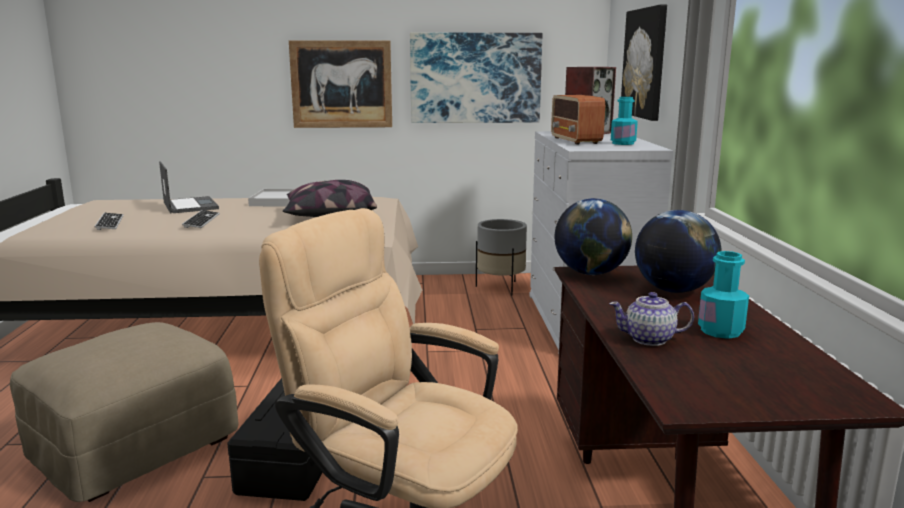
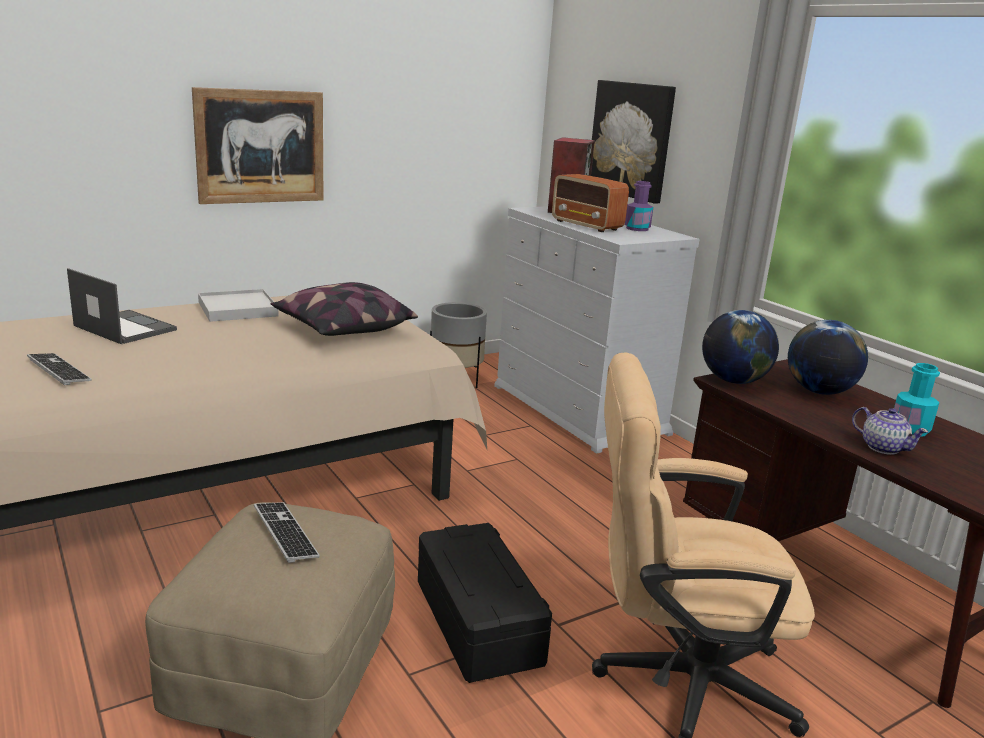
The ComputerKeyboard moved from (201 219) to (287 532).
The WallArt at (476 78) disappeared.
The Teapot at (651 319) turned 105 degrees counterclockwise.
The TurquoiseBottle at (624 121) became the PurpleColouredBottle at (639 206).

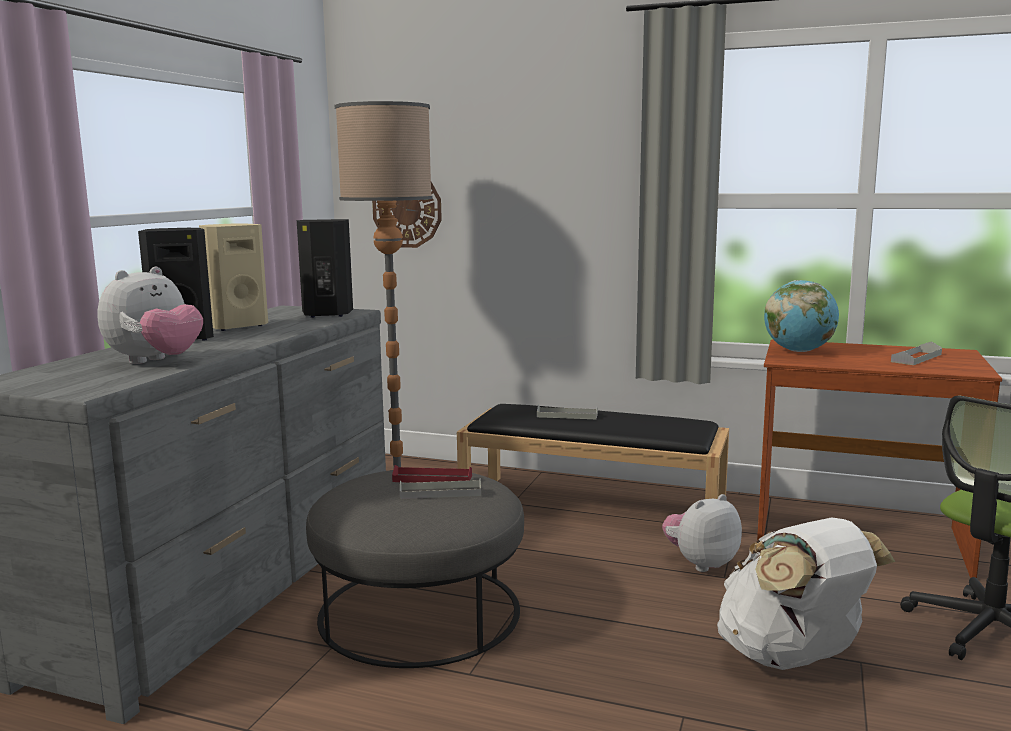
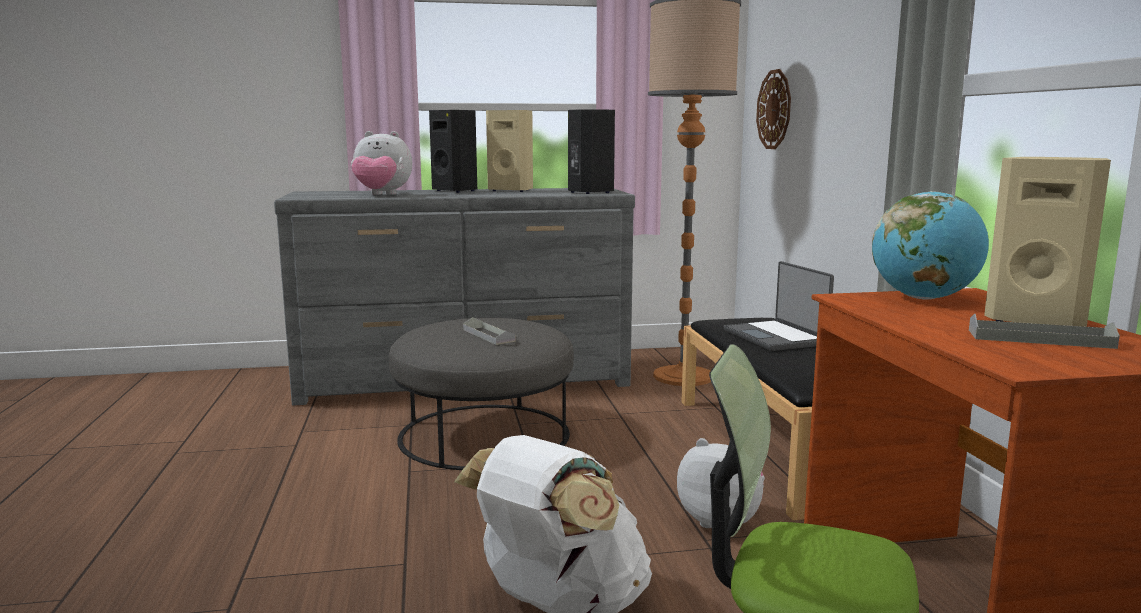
The ReddishCarryingTray at (432 474) disappeared.
The GreyCarryingTray at (567 412) was replaced by the NotebookComputer at (779 306).
The SandColouredSpeaker at (1047 242) appeared.

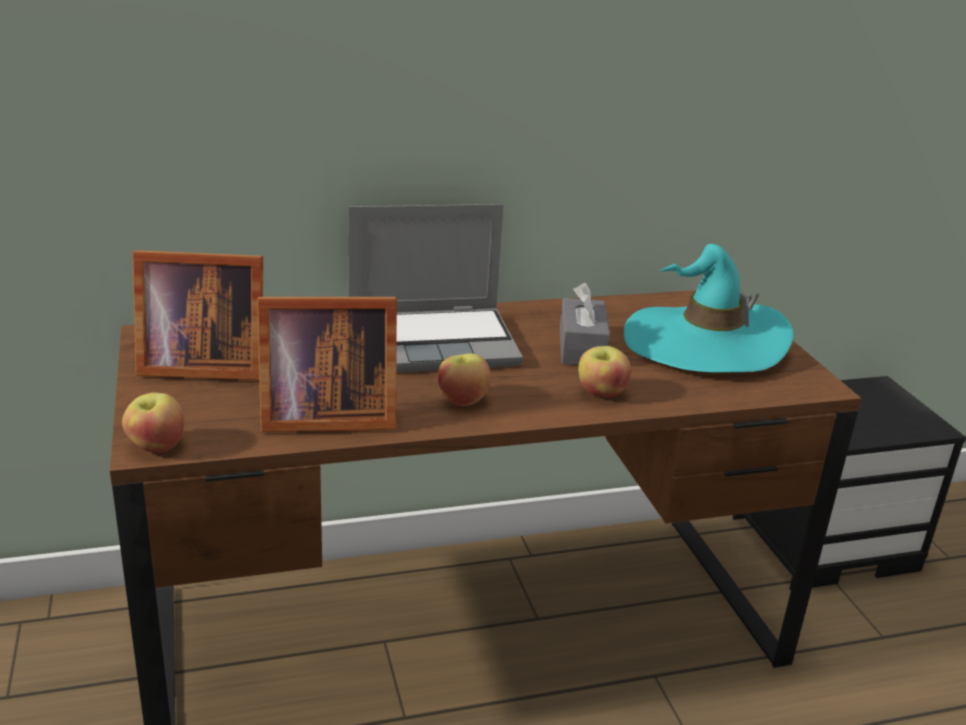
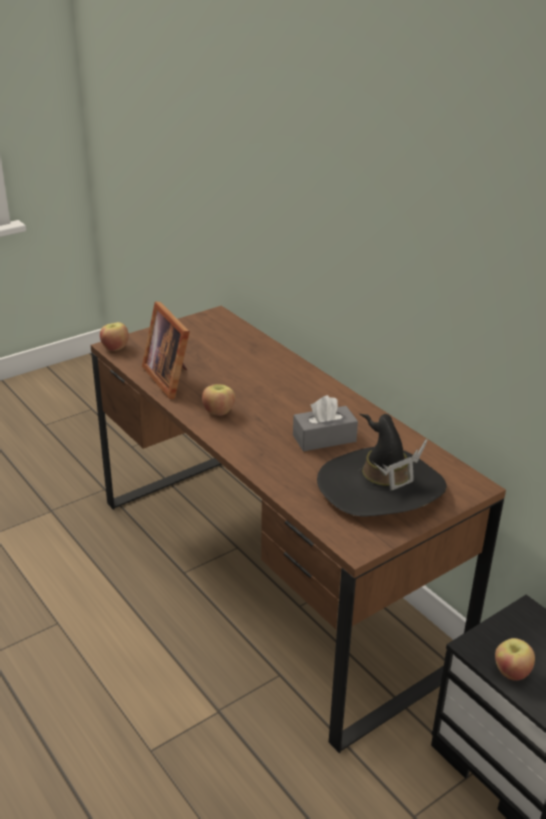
The PhotoFrame at (198 315) disappeared.
The NotebookComputer at (435 288) disappeared.
The WholeApple moved from (604 371) to (515 659).
The TurquoiseHat at (709 308) became the BlackColouredHat at (382 465).

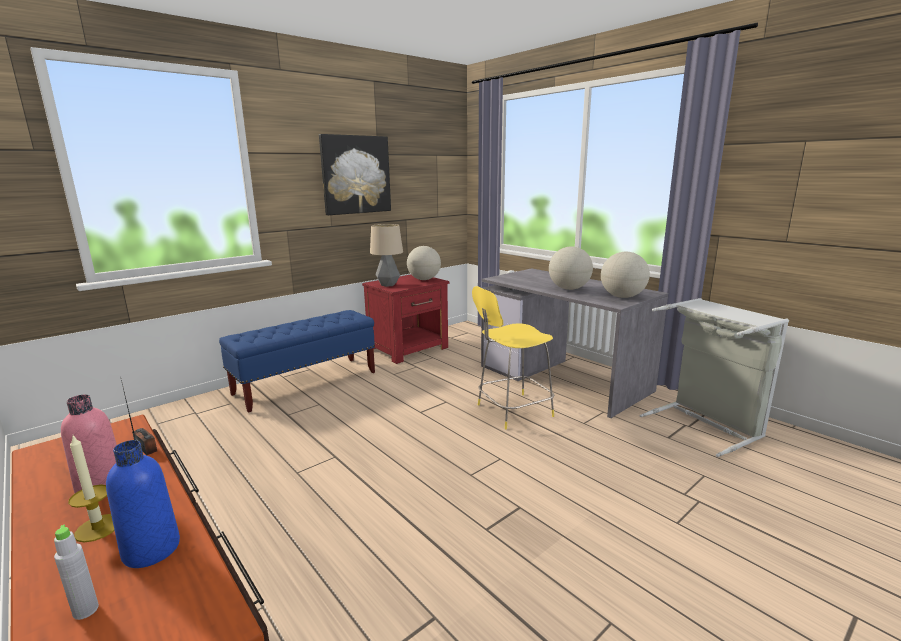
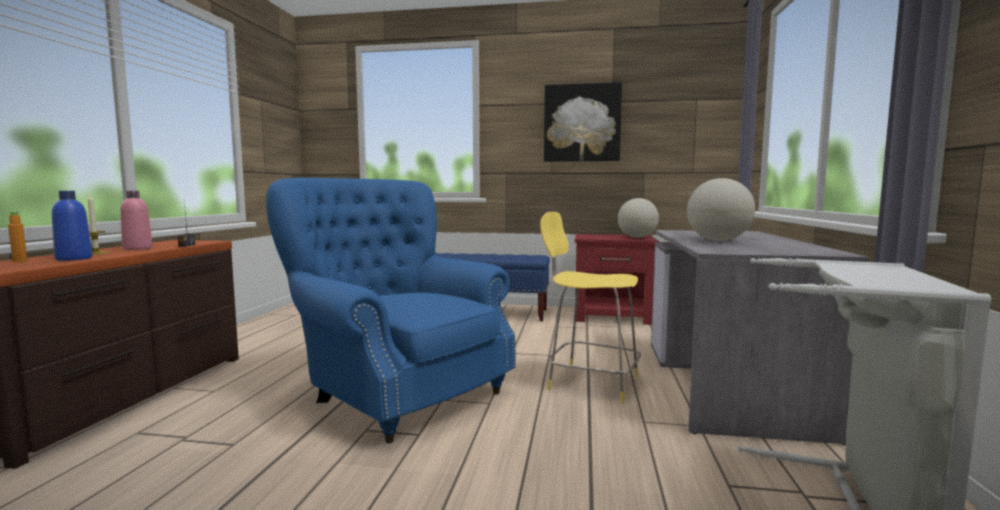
The GreyBottle at (76 572) became the OrangeyBottle at (17 237).
The TableLamp at (386 255) disappeared.
The Globe at (625 275) disappeared.
The BlueEasyChair at (391 310) appeared.

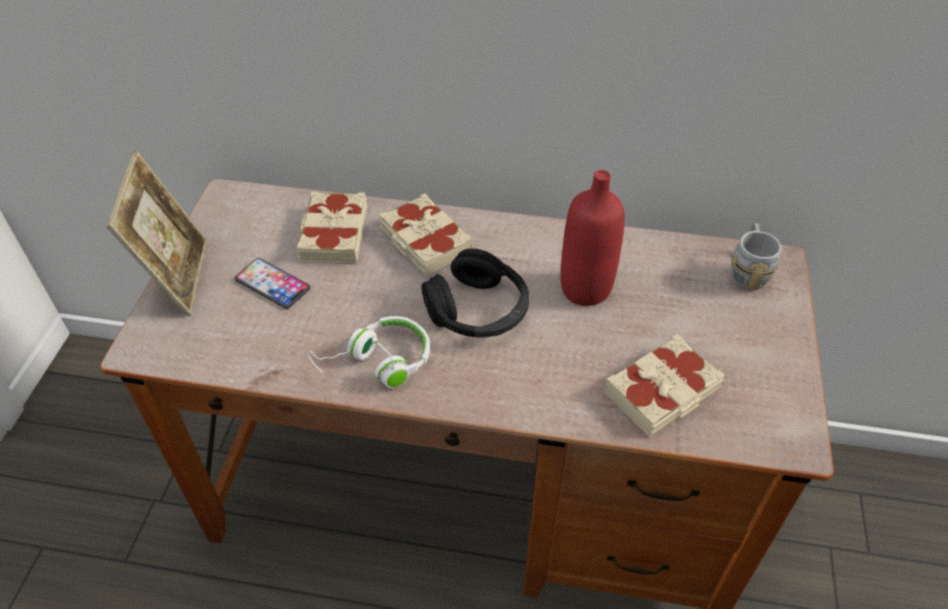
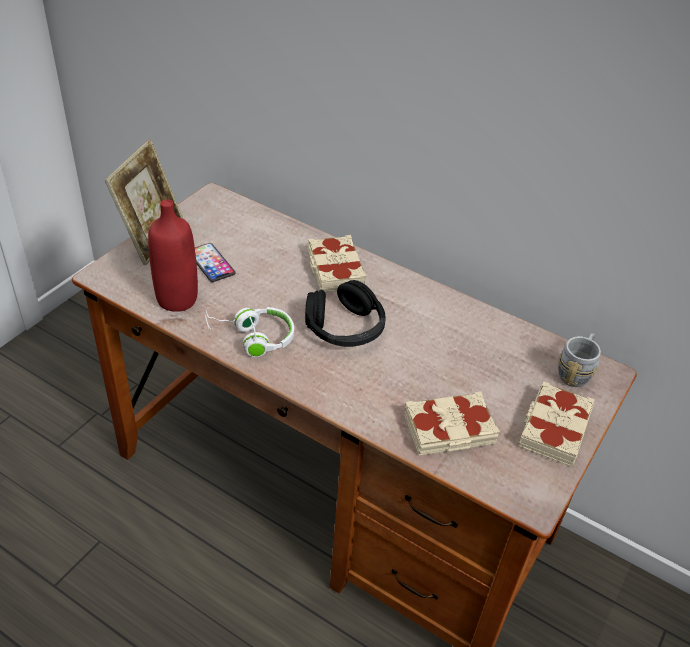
The SandColouredBook moved from (332 227) to (557 424).
The ReddishBottle moved from (592 238) to (173 255).

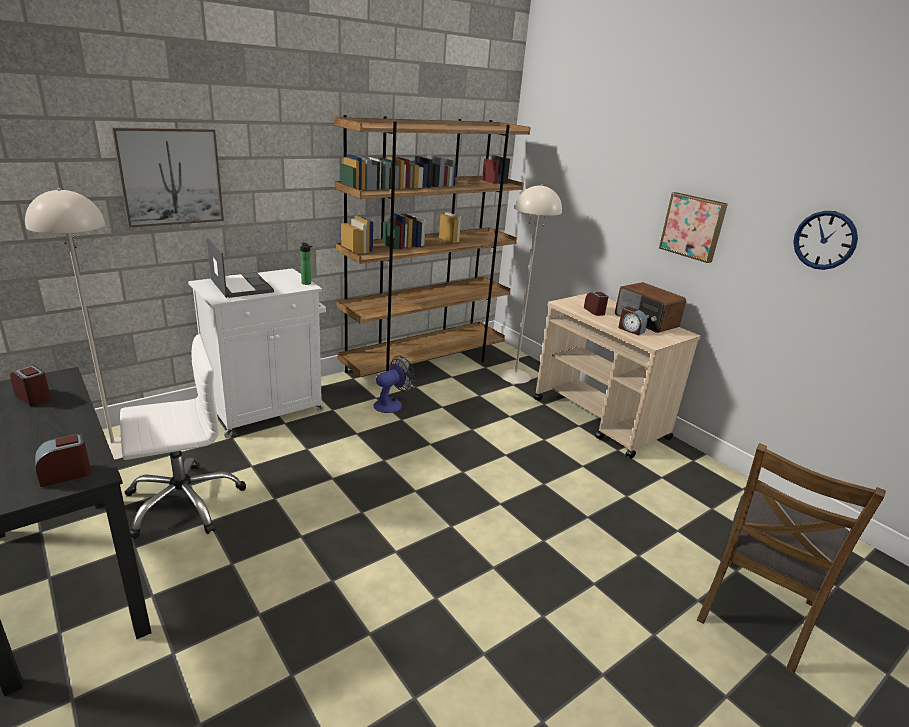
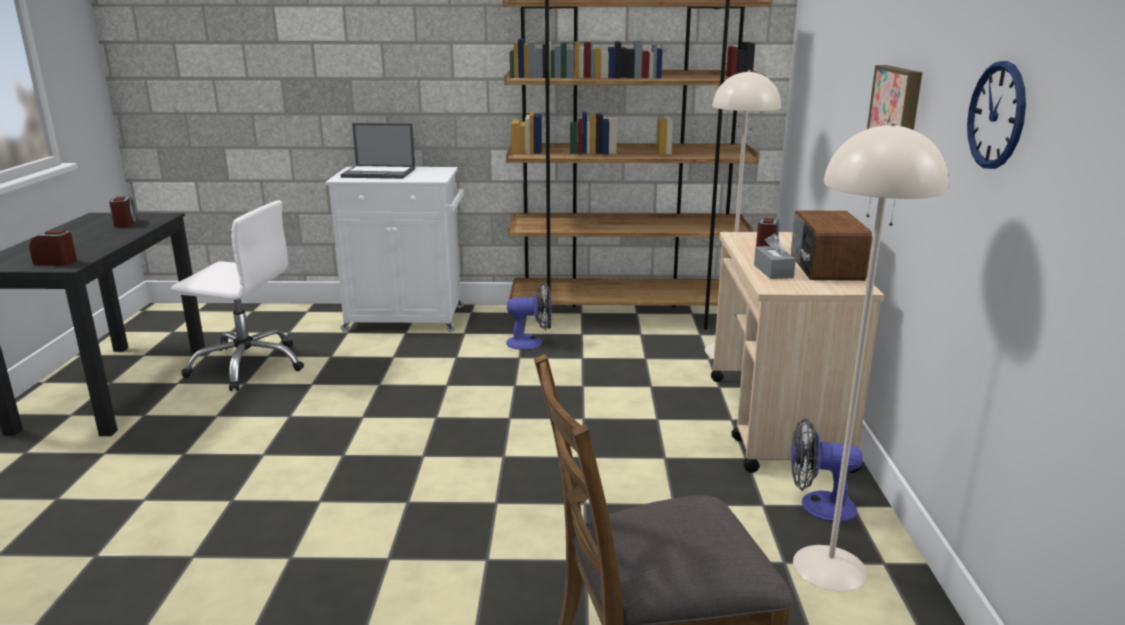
The SandColouredStandardLamp moved from (74 324) to (871 356).
The WallArt at (167 177) disappeared.
The NotebookComputer at (240 267) turned 90 degrees clockwise.
The Bottle at (306 263) disappeared.
The BedsideClock at (632 320) was replaced by the GreyTissueBox at (775 256).
The Fan at (826 470) appeared.

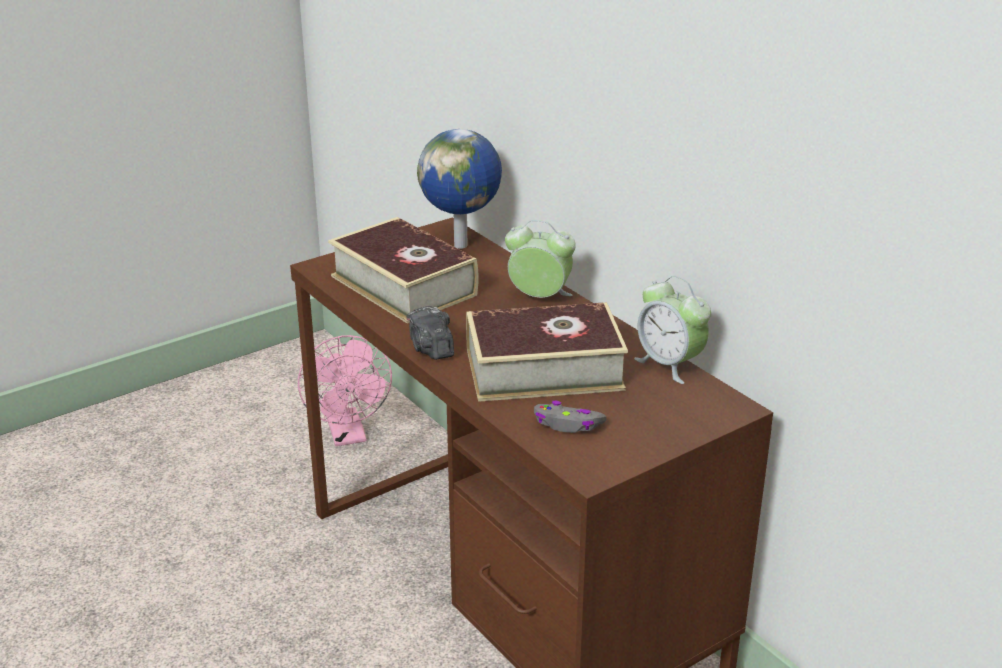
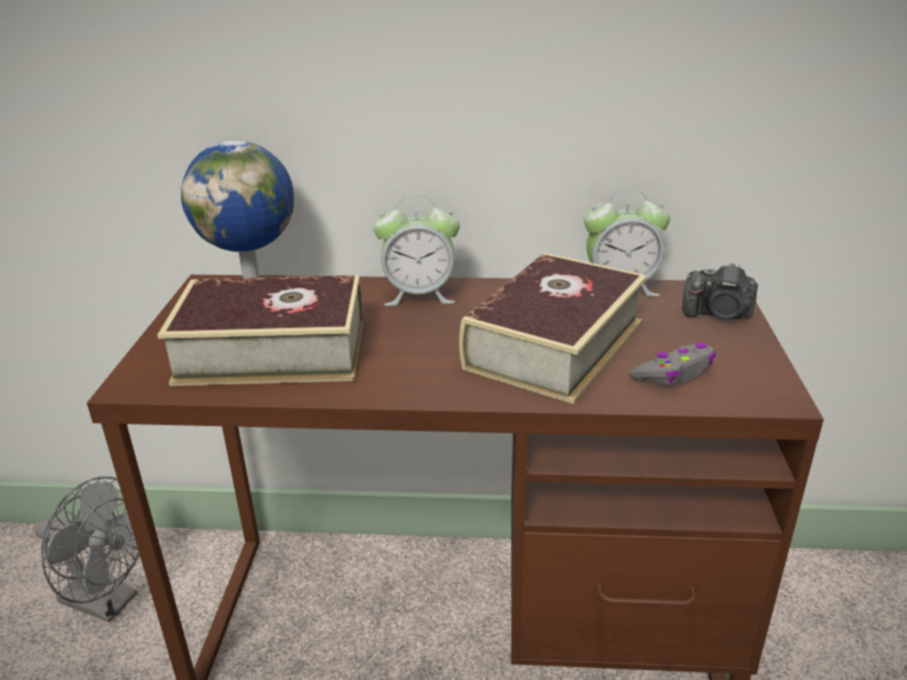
The PinkFan at (345 390) became the GreyFan at (87 549).
The StillCamera moved from (430 333) to (720 291).
The BedsideClock at (540 259) turned 150 degrees counterclockwise.

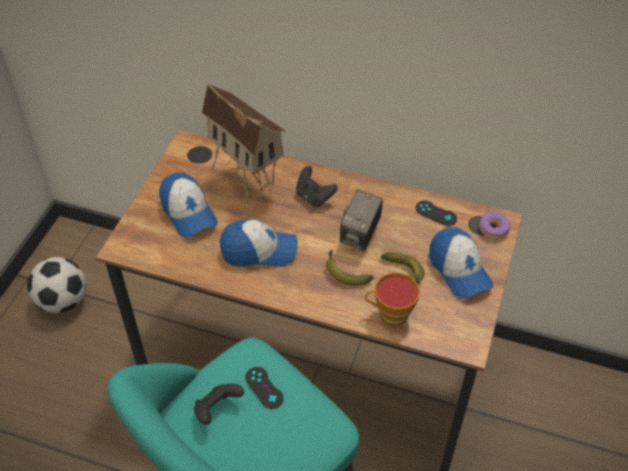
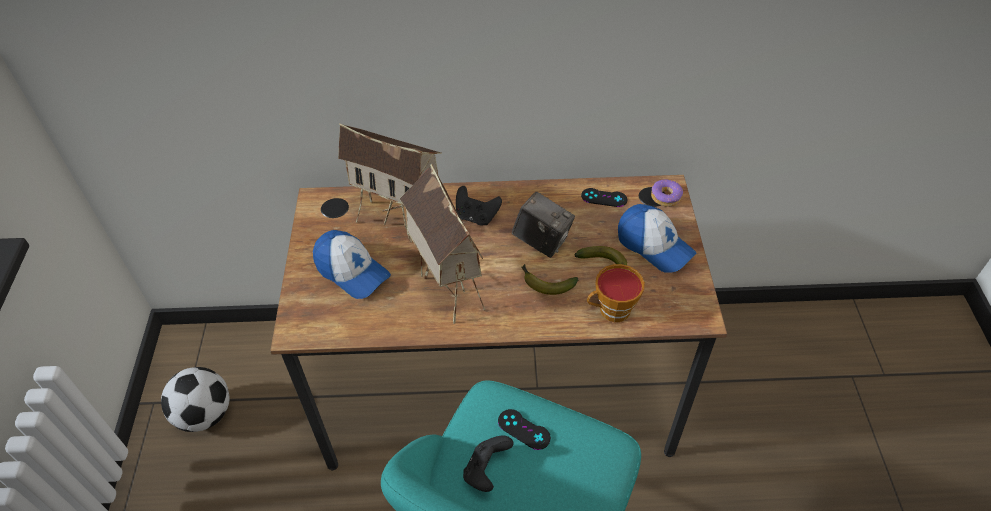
The Cap at (259 243) was replaced by the ModelHouse at (443 244).
The StillCamera at (361 220) turned 60 degrees counterclockwise.

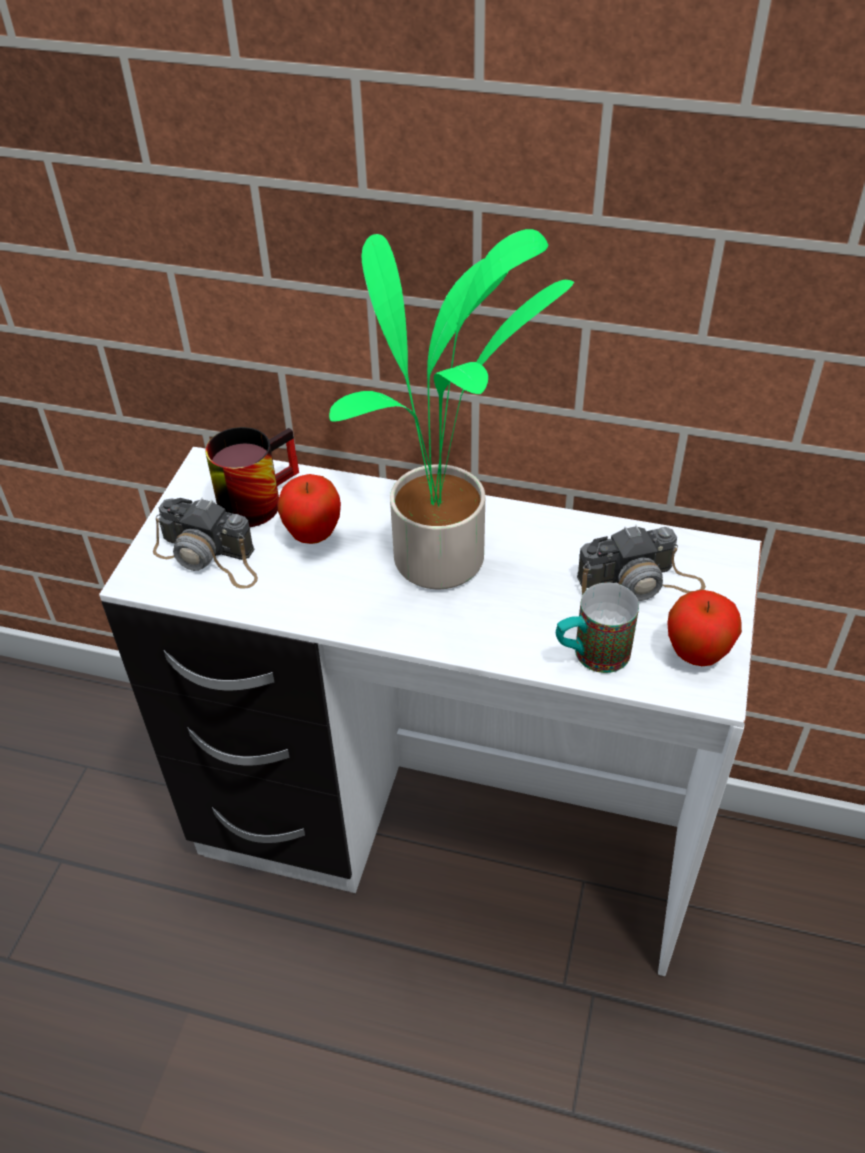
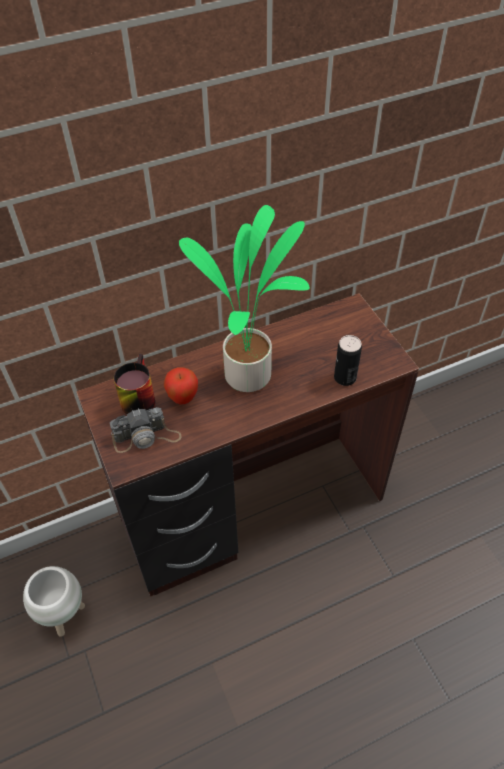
The WhiteDeskUnit at (430 711) became the BrownishDeskUnit at (248 444).
The CoffeeMug at (597 627) was replaced by the MetalCan at (348 360).
The StillCamera at (641 563) disappeared.
The WholeApple at (704 628) disappeared.
The WhitePlantPot at (54 601) appeared.

